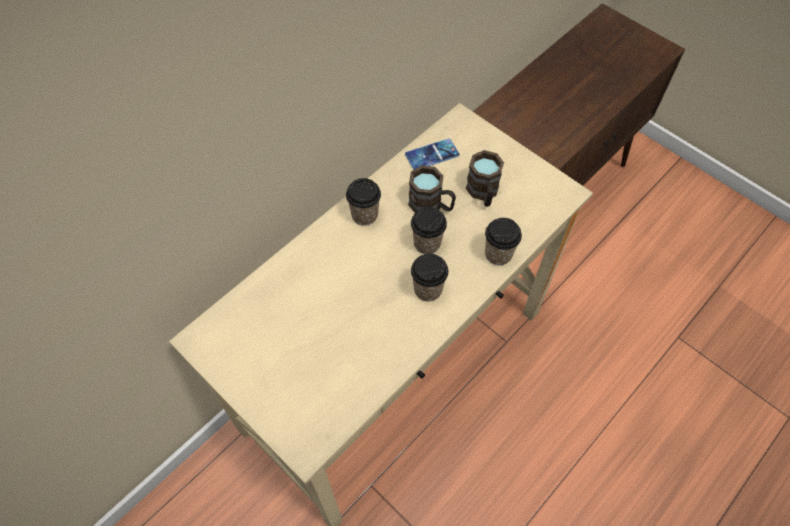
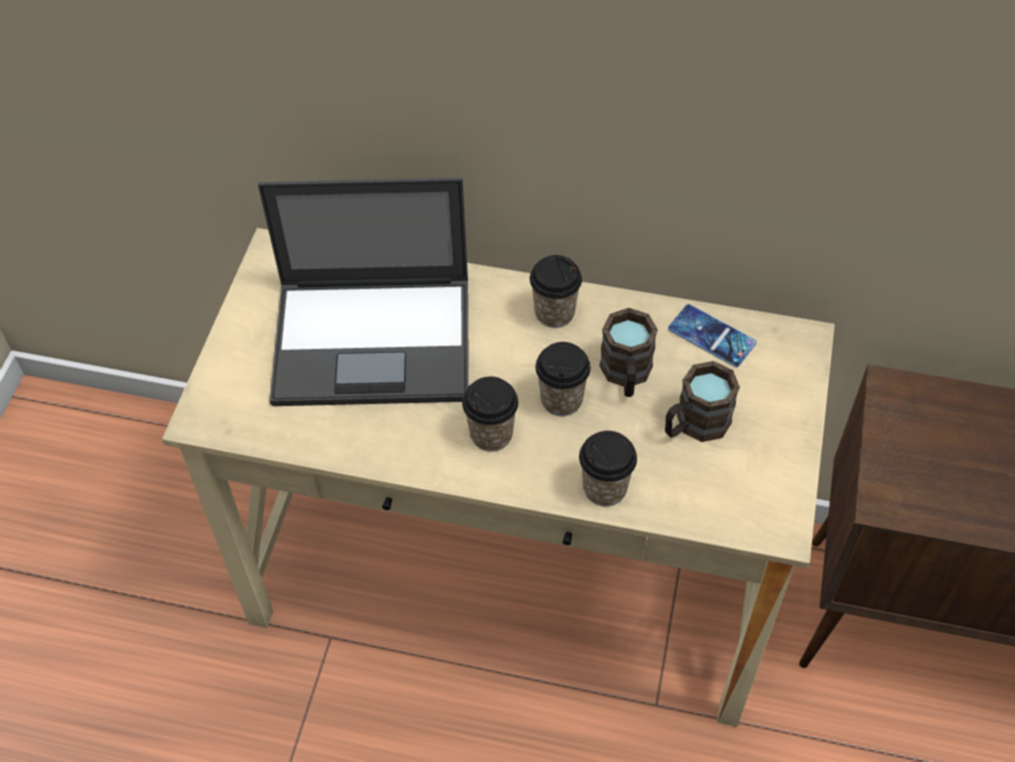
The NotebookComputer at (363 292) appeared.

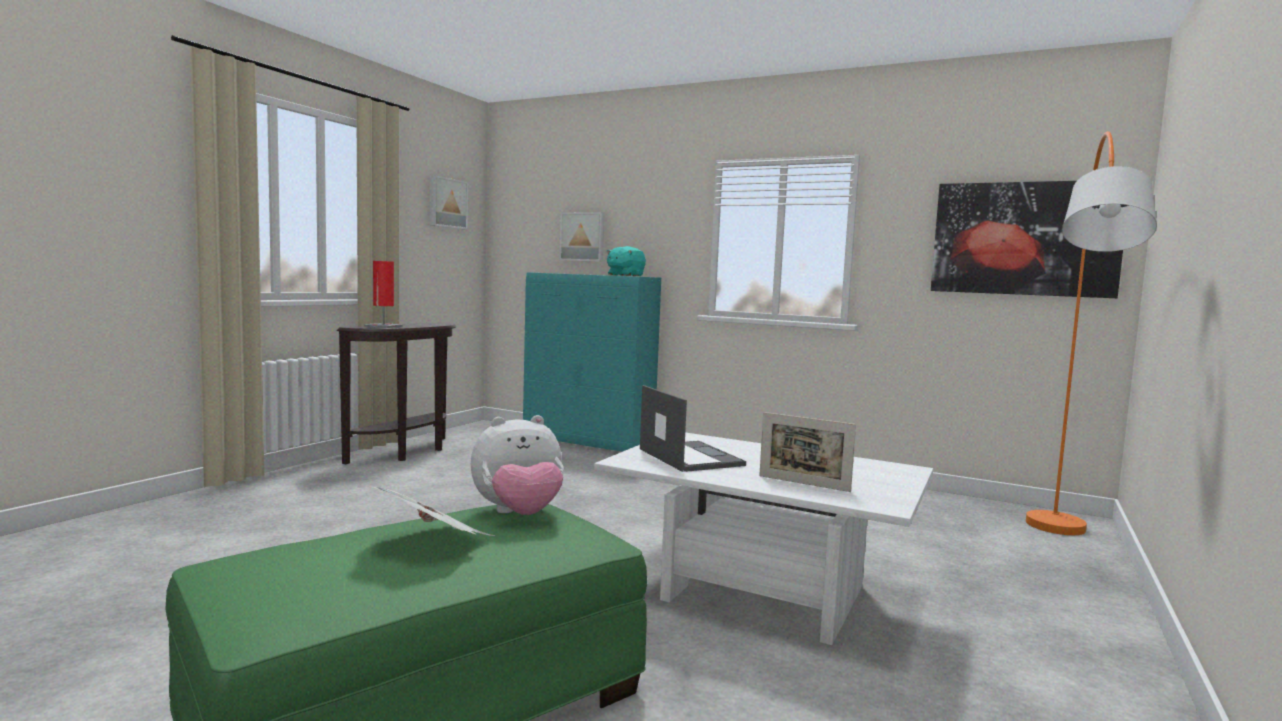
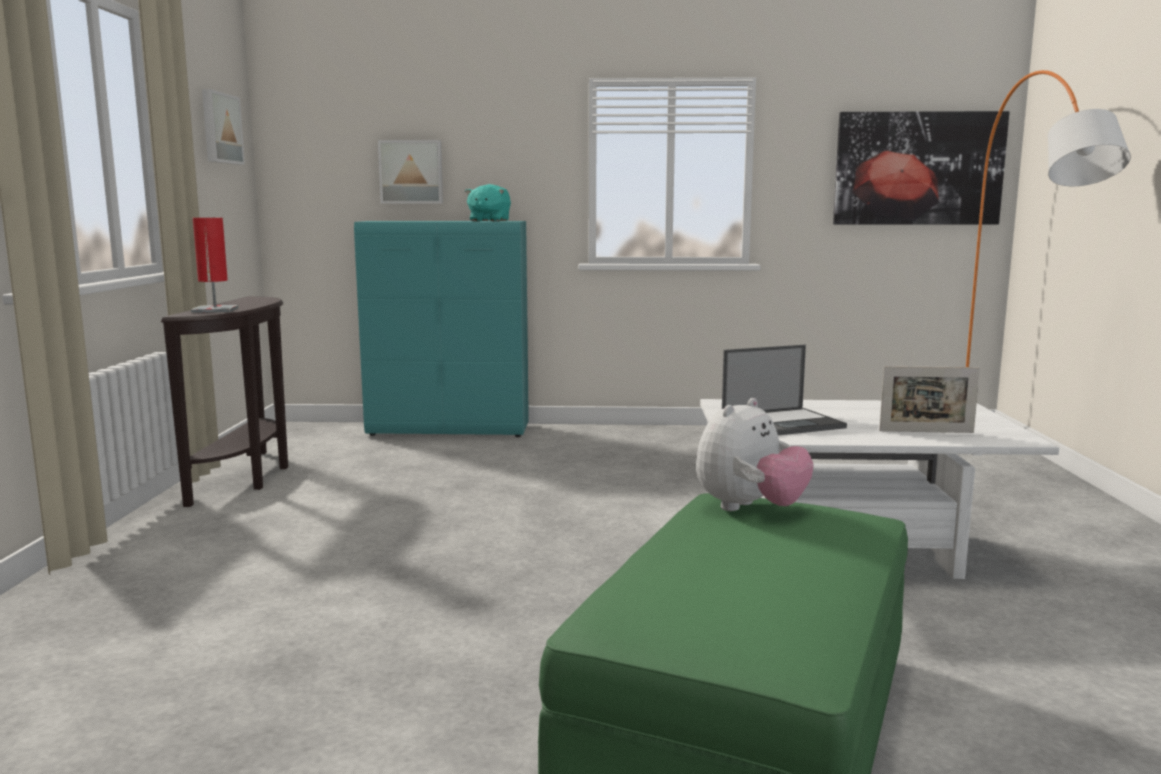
The DailyPaper at (431 511) disappeared.
The NotebookComputer at (693 428) turned 120 degrees clockwise.

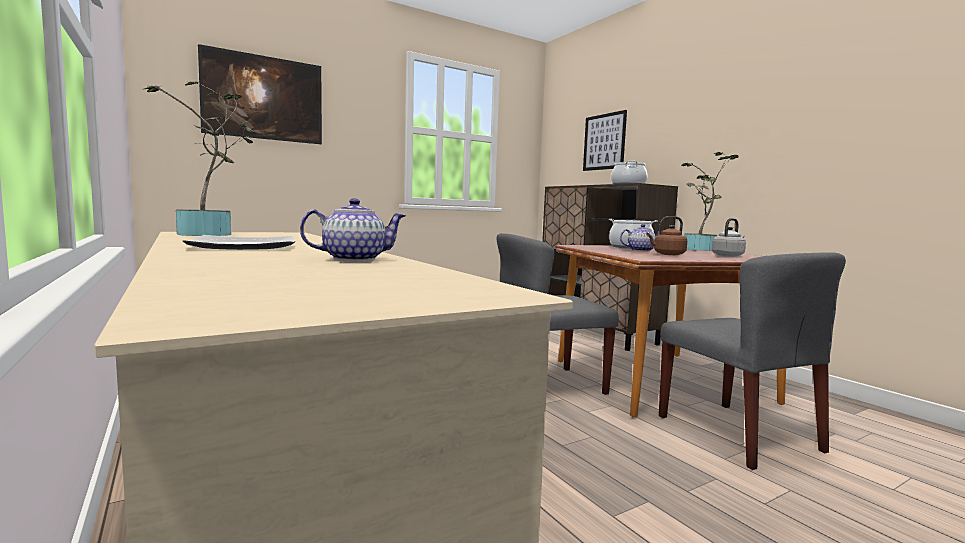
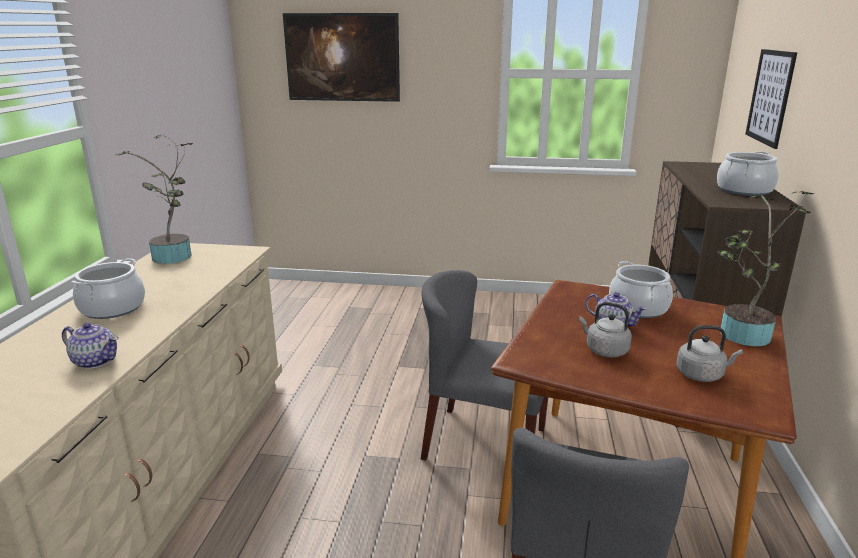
The DinnerPlate at (239 242) was replaced by the CookingPot at (108 288).
The BrownishWaterKettle at (666 235) became the GreyWaterKettle at (605 329).

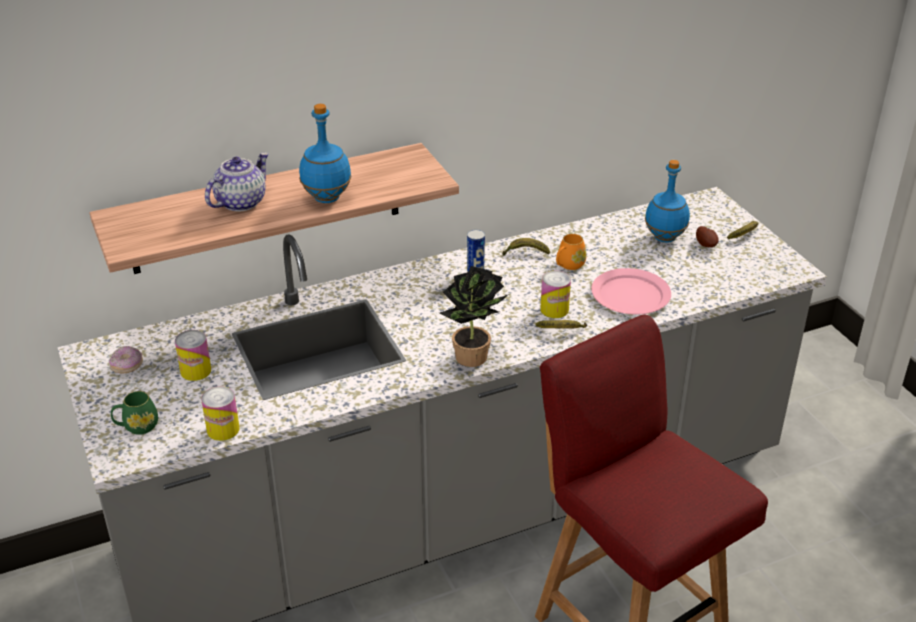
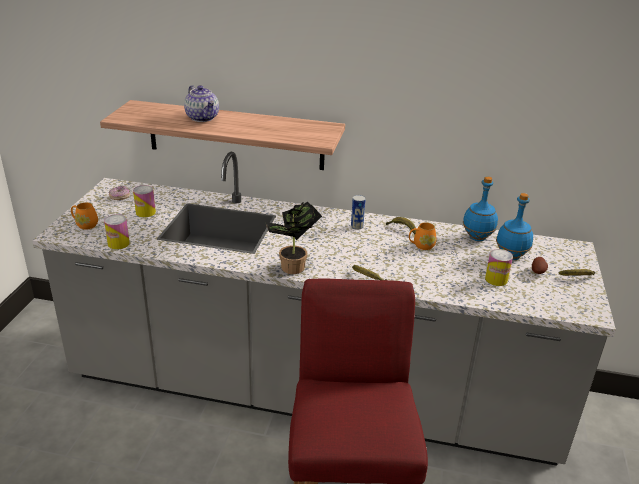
The GreenishCoffeeMug at (134 413) became the OrangeyCoffeeMug at (84 216).
The Teapot at (237 181) turned 75 degrees clockwise.
The BlueBottle moved from (325 153) to (480 208).
The MetalCan moved from (555 294) to (499 267).
The PinkDinnerPlate at (631 291) disappeared.

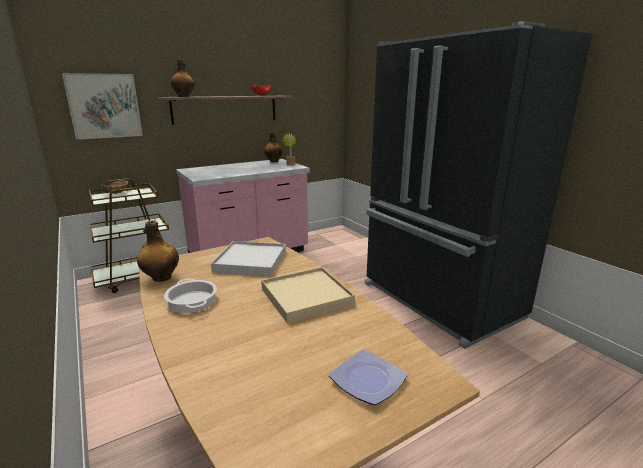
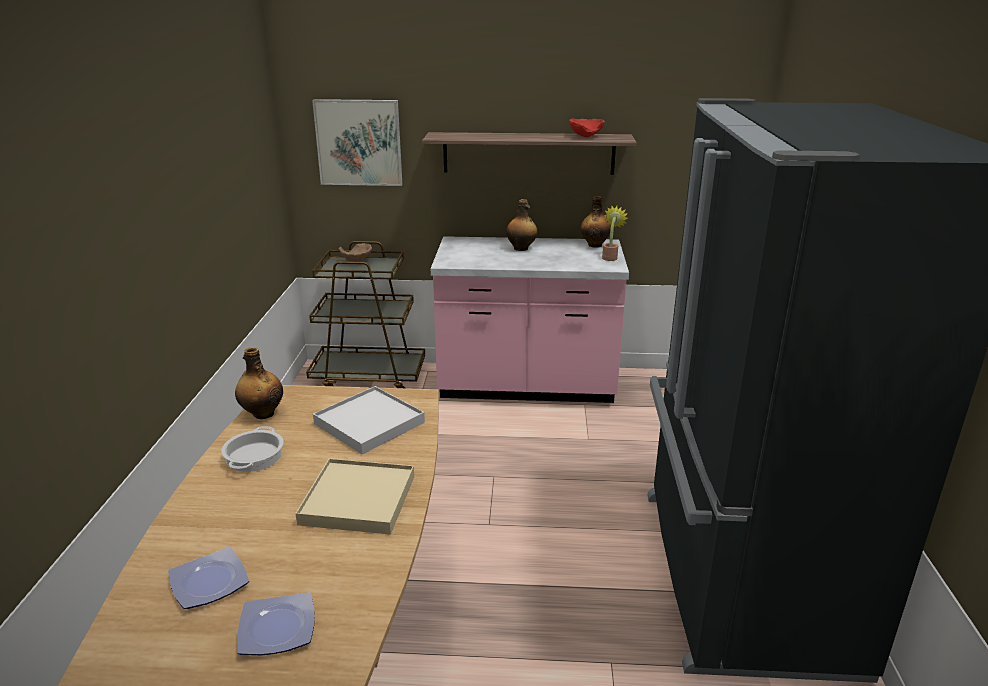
The Bottle moved from (182 78) to (522 225).
The DinnerPlate at (208 578) appeared.

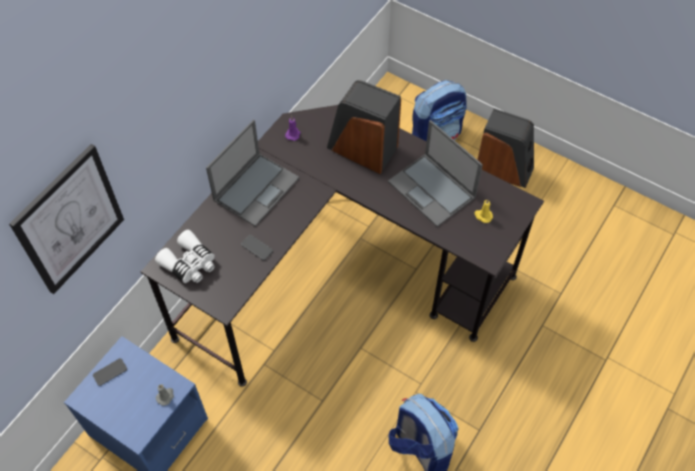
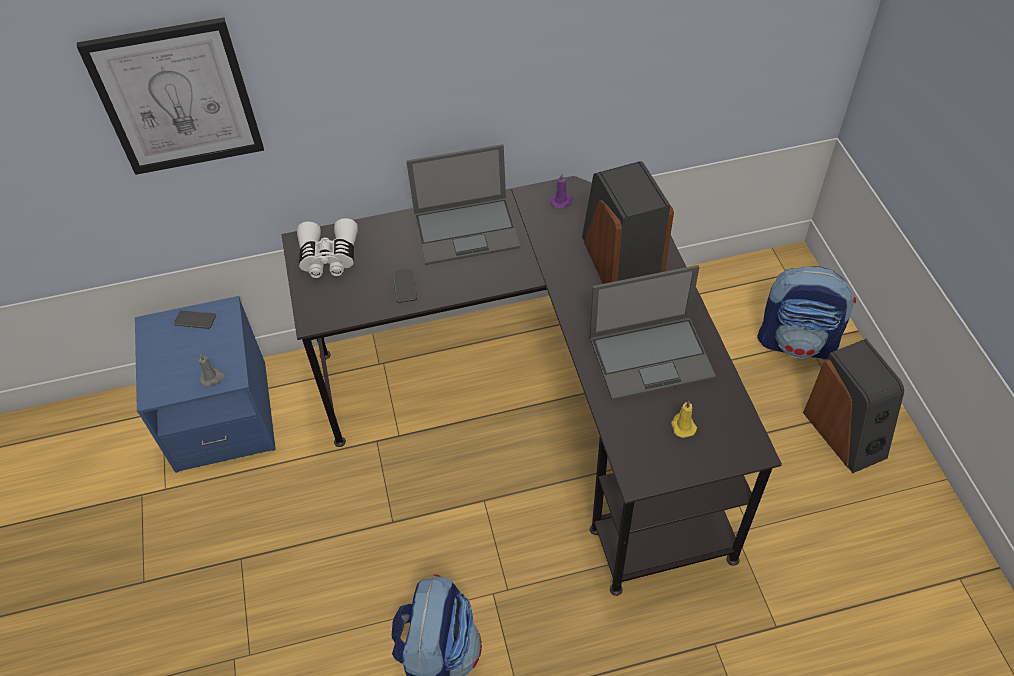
The NotebookComputer at (435 173) turned 105 degrees counterclockwise.

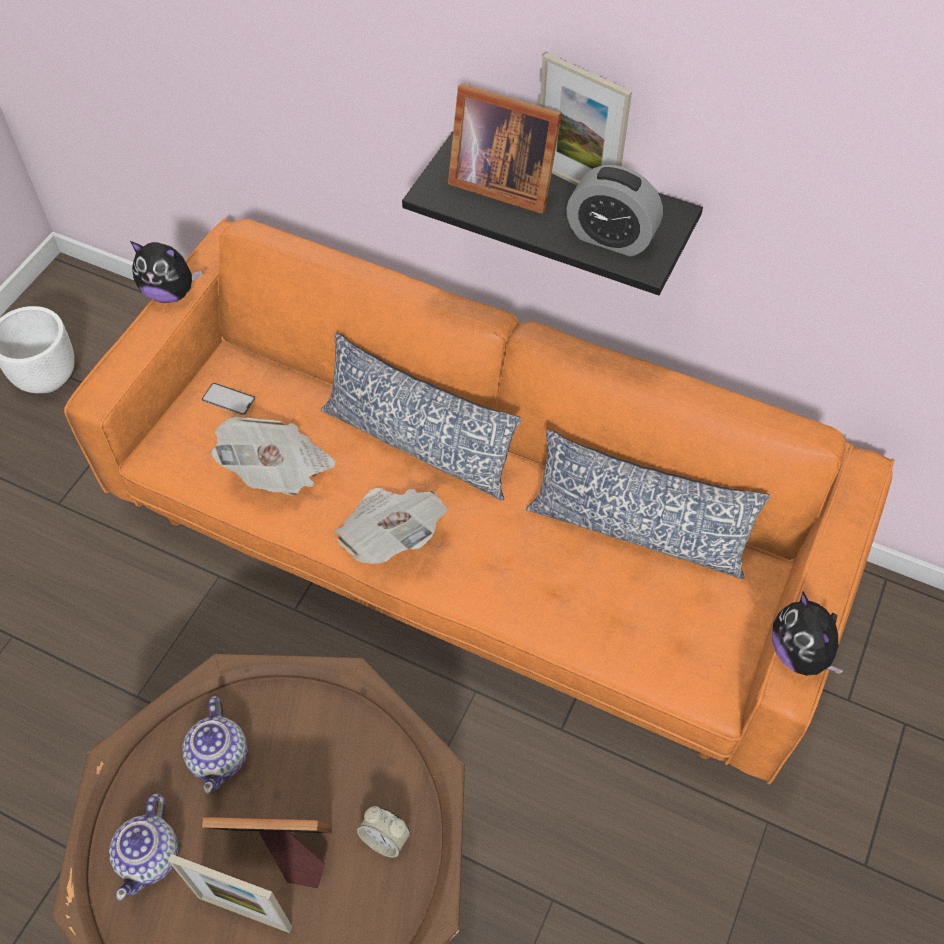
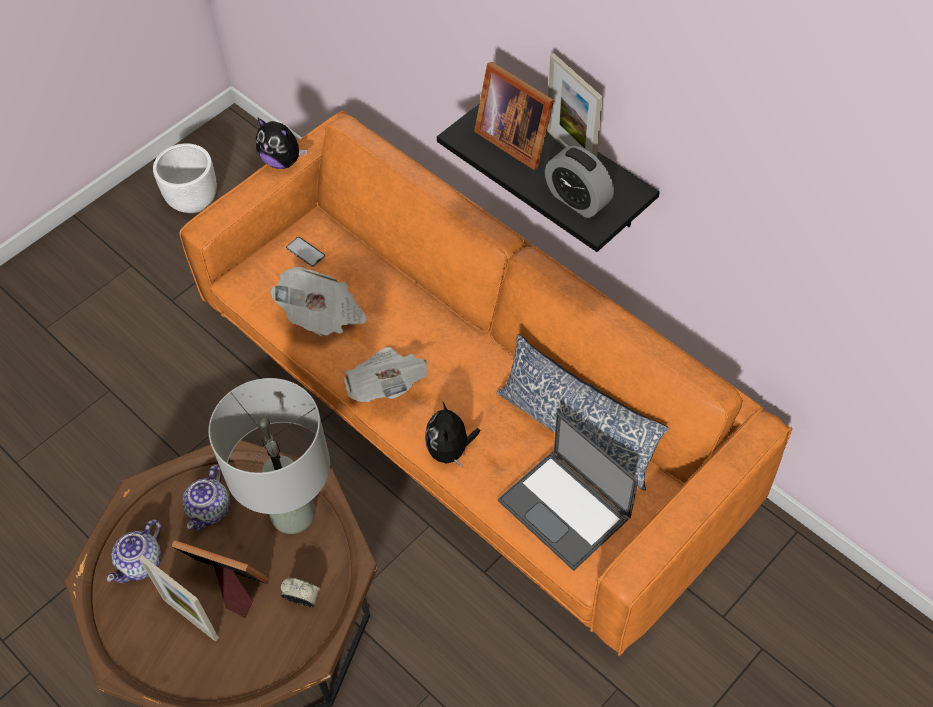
The ThrowPillow at (421 416) disappeared.
The BedsideClock at (383 832) turned 150 degrees clockwise.
The CuddlyToy moved from (808 634) to (453 434).
The GreyTableLamp at (269 456) appeared.
The NotebookComputer at (568 491) appeared.

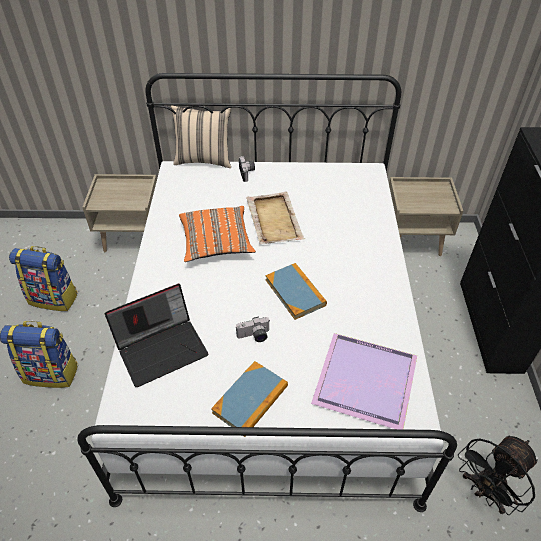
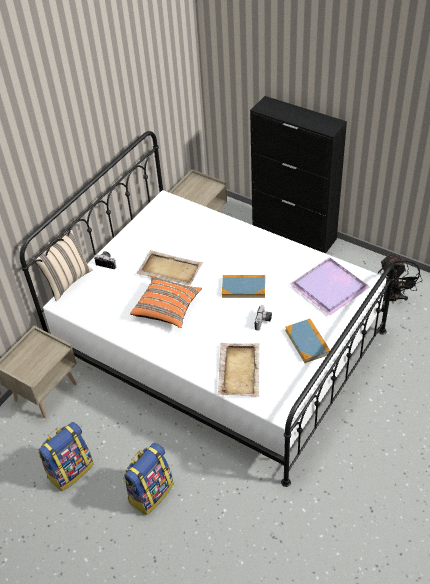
The NotebookComputer at (156 335) was replaced by the SandColouredCarryingTray at (238 370).

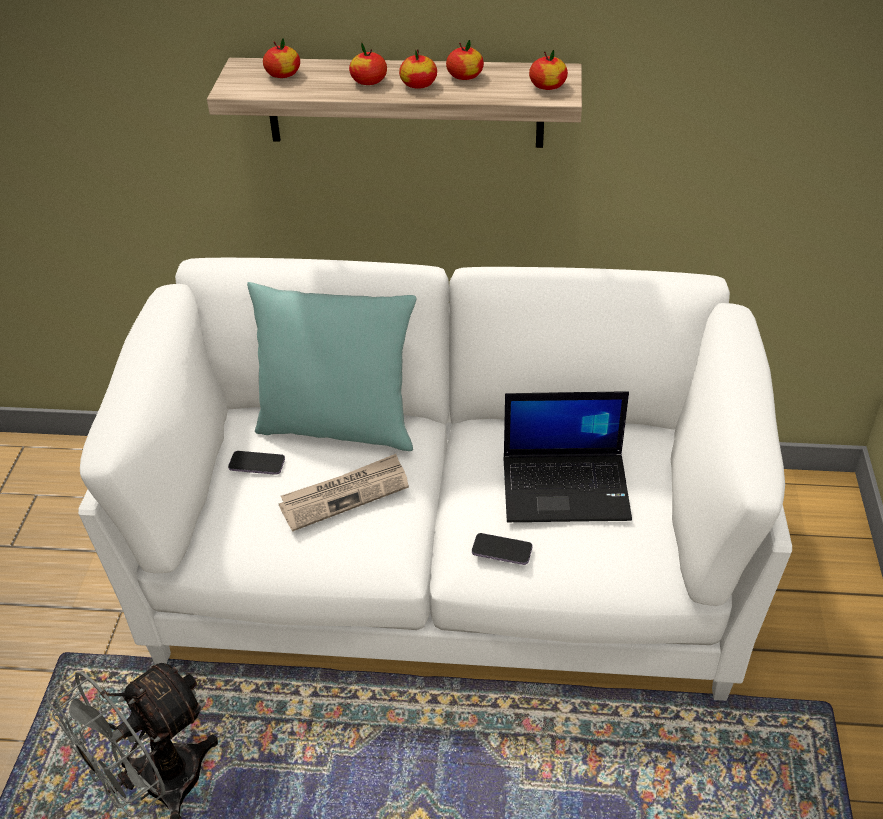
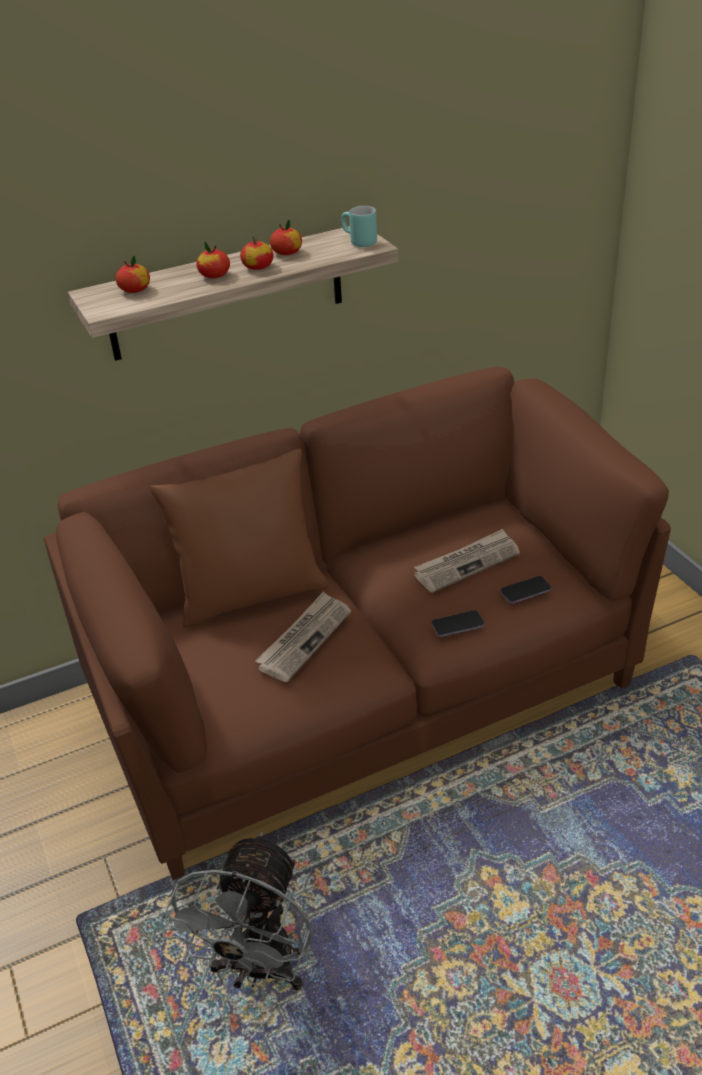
The WhiteSofa at (435 479) became the BrownishSofa at (357 623).
The Phone moved from (256 463) to (526 590).
The TurquoiseThrowPillow at (331 366) became the BrownishThrowPillow at (239 538).
The NotebookComputer at (567 456) was replaced by the DailyPaper at (467 561).
The WholeApple at (548 70) was replaced by the TurquoiseCoffeeMug at (359 226).

